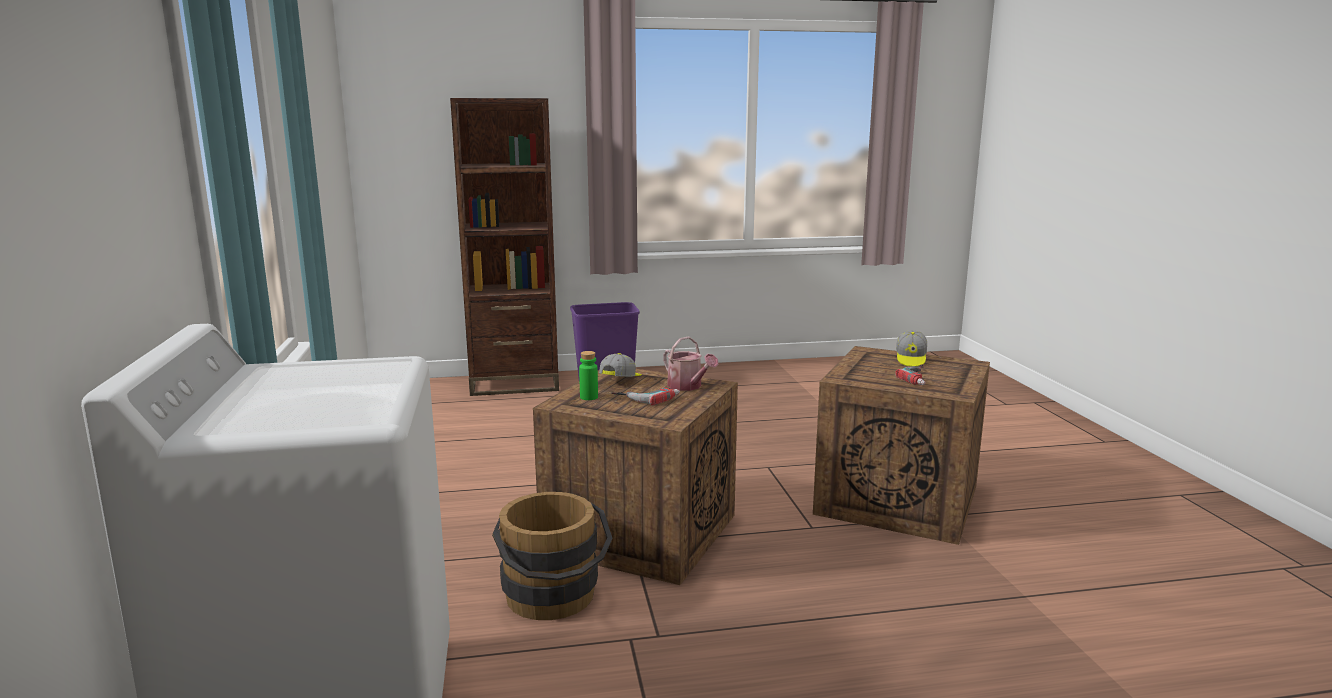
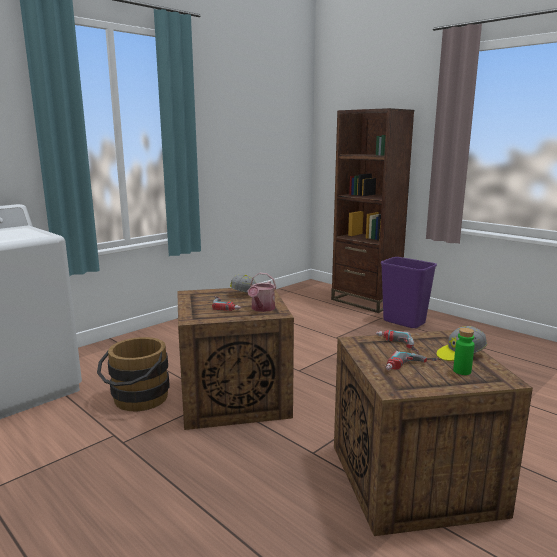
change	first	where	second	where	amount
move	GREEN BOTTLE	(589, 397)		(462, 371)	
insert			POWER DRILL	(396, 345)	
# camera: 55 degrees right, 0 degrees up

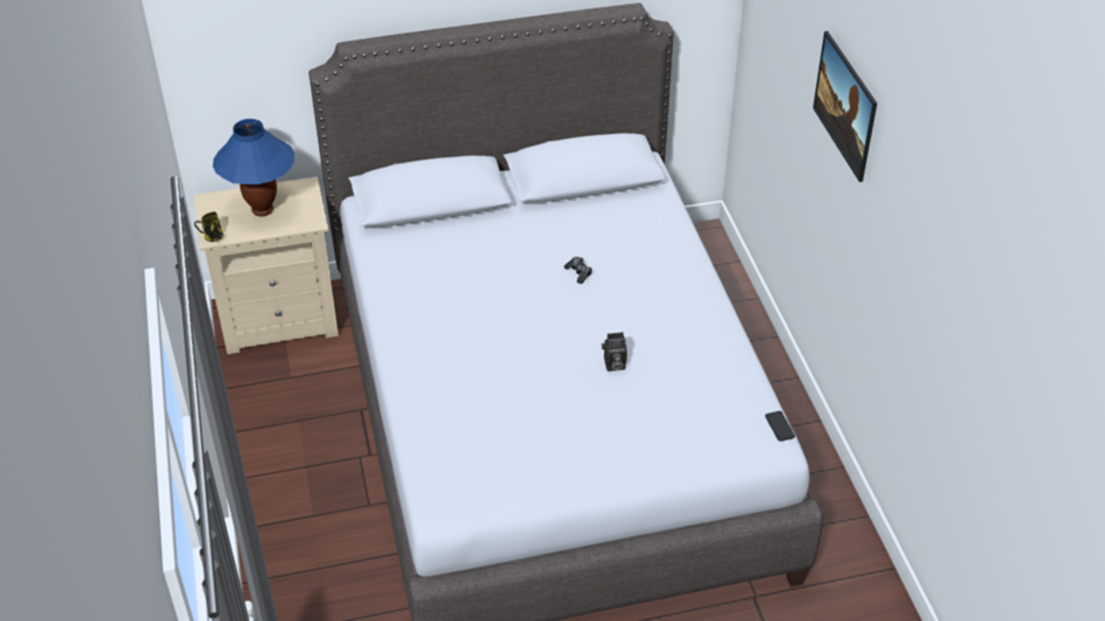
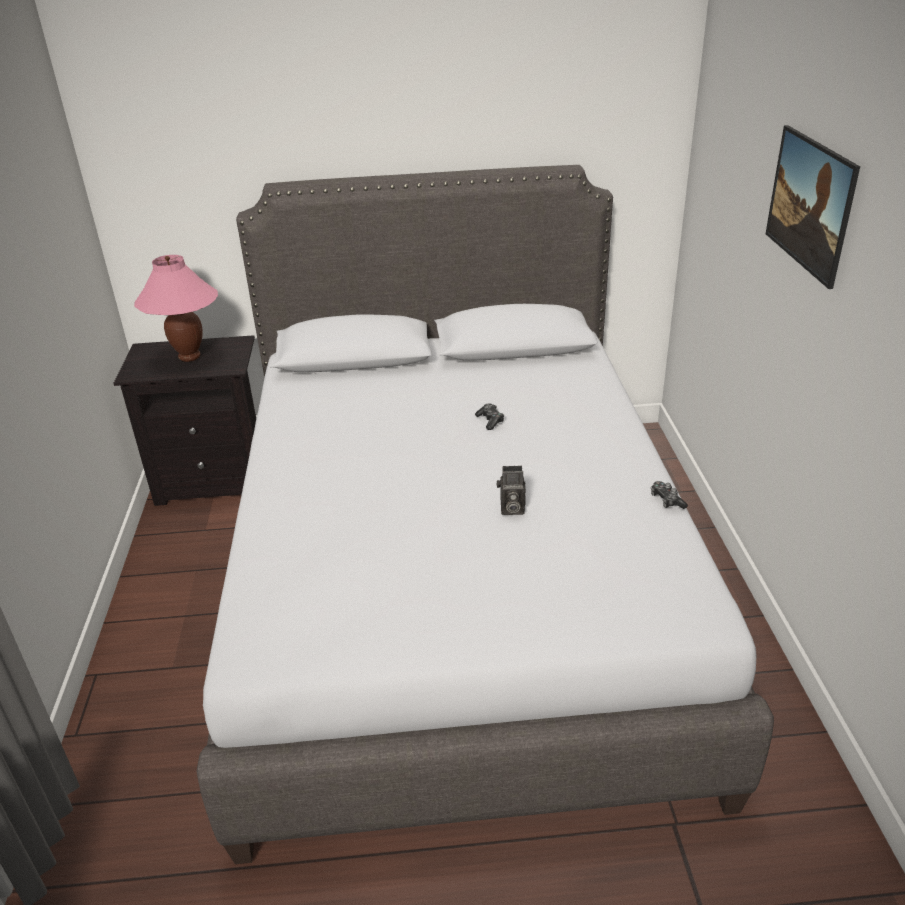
change	first	where	second	where	amount
recolor	BEIGE NIGHTSTAND	(280, 319)	BLACK NIGHTSTAND	(216, 479)	
delete	MUG	(212, 237)			
recolor	BLUE TABLE LAMP	(262, 210)	PINK TABLE LAMP	(189, 357)	
delete	PHONE	(779, 426)			
insert			GAME CONTROLLER	(666, 500)	
# camera: 10 degrees right, 10 degrees down

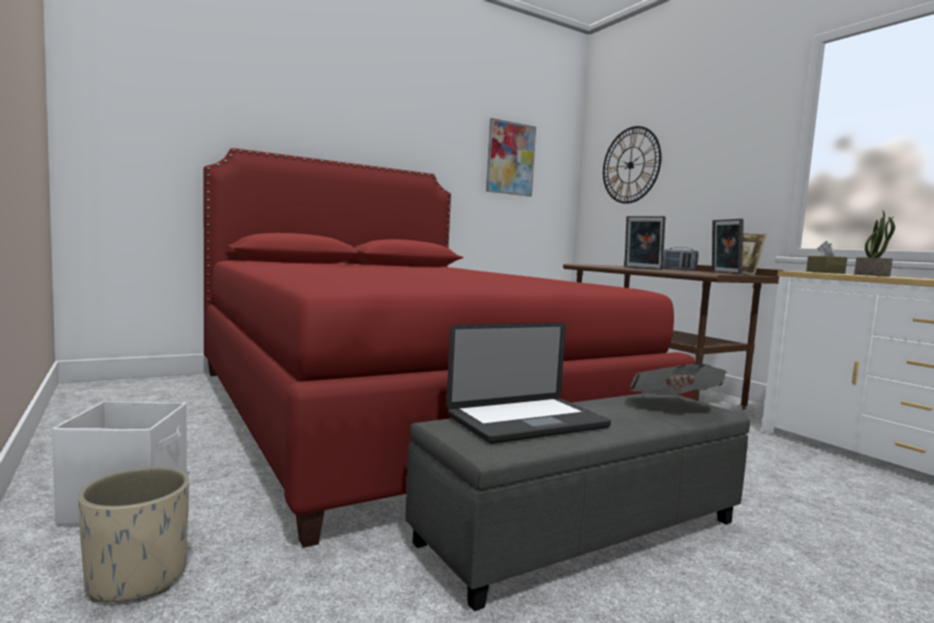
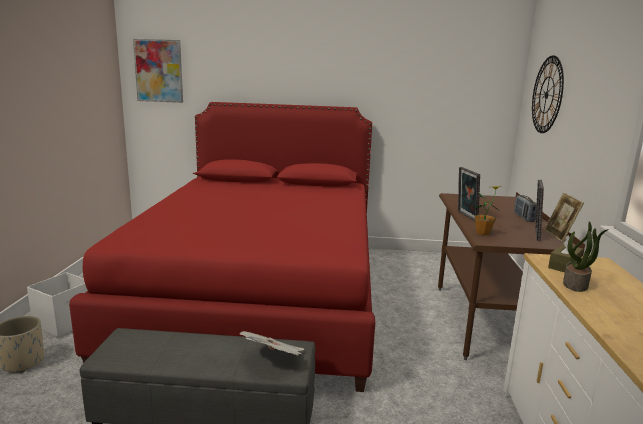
change	first	where	second	where	amount
delete	LAPTOP	(528, 422)			
move	PICTURE	(510, 158)		(159, 71)	
insert			POTTED PLANT	(483, 233)	
# camera: 35 degrees right, 10 degrees up

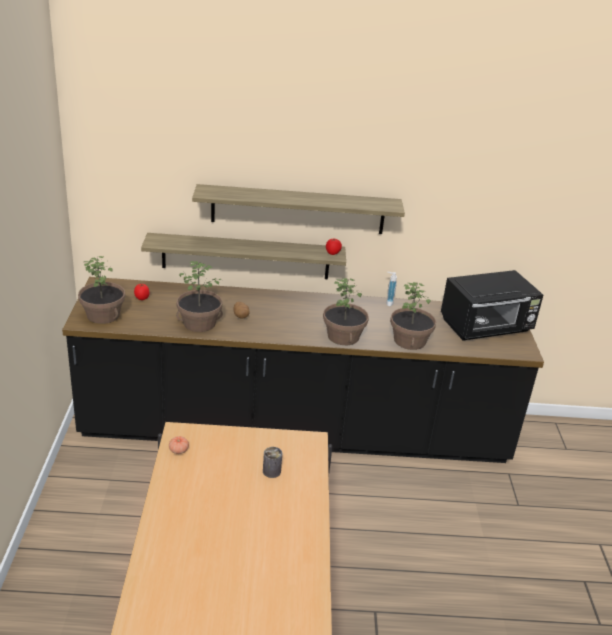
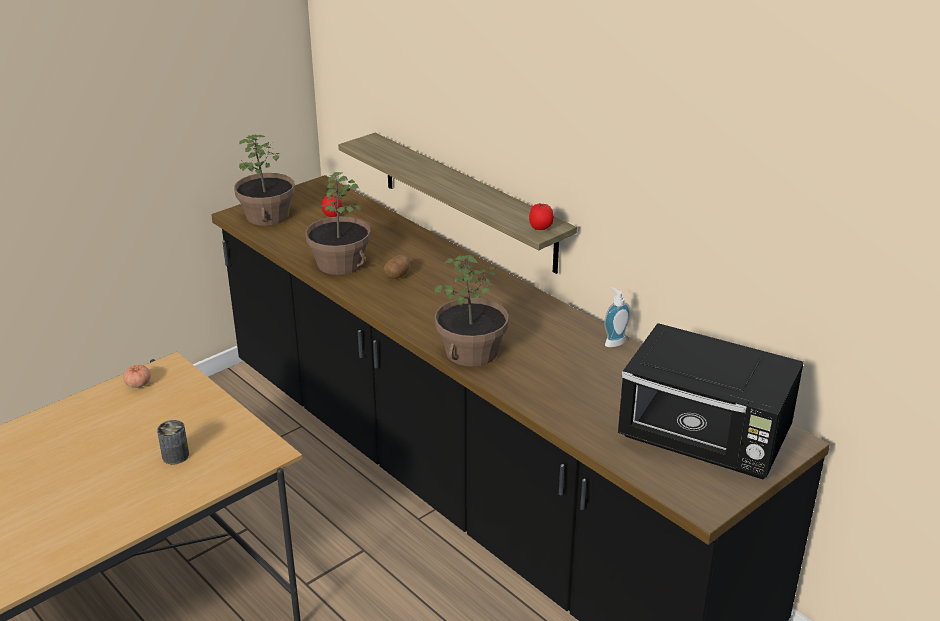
change	first	where	second	where	amount
delete	SHELF	(298, 209)			
delete	POTTED PLANT	(410, 341)			
# camera: 50 degrees right, 0 degrees up

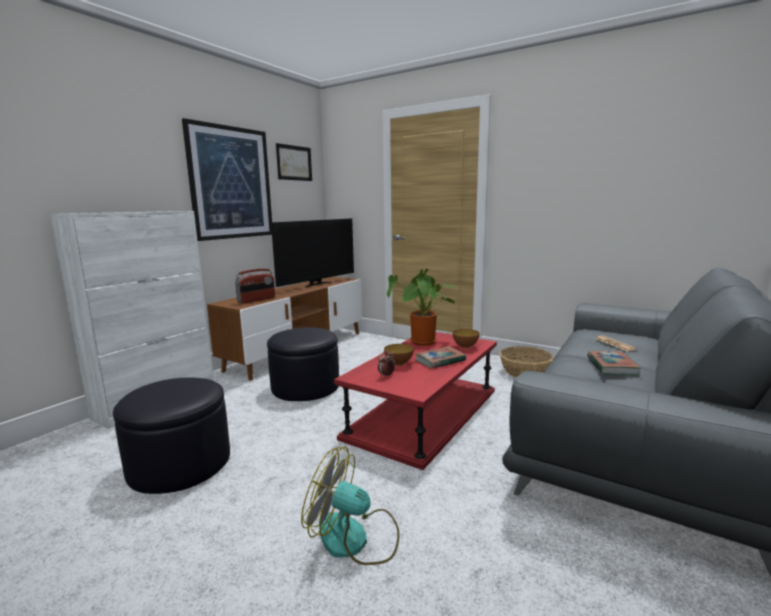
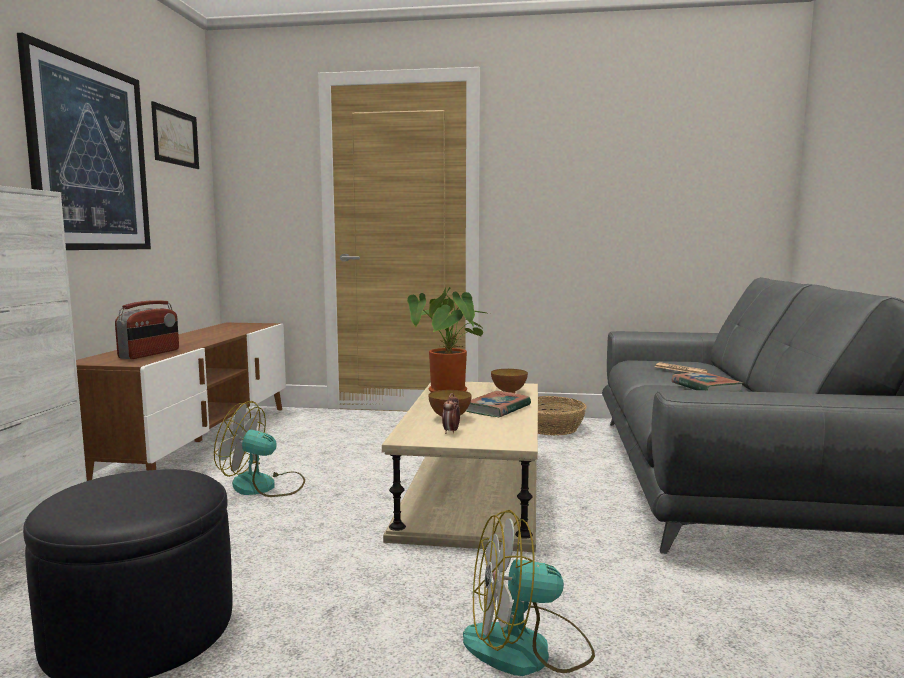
change	first	where	second	where	amount
replace	BLACK OTTOMAN	(305, 387)	FAN	(264, 486)	
delete	TELEVISION	(317, 284)			
recolor	RED COFFEE TABLE	(424, 413)	BEIGE COFFEE TABLE	(473, 490)	
# camera: 25 degrees left, 5 degrees down

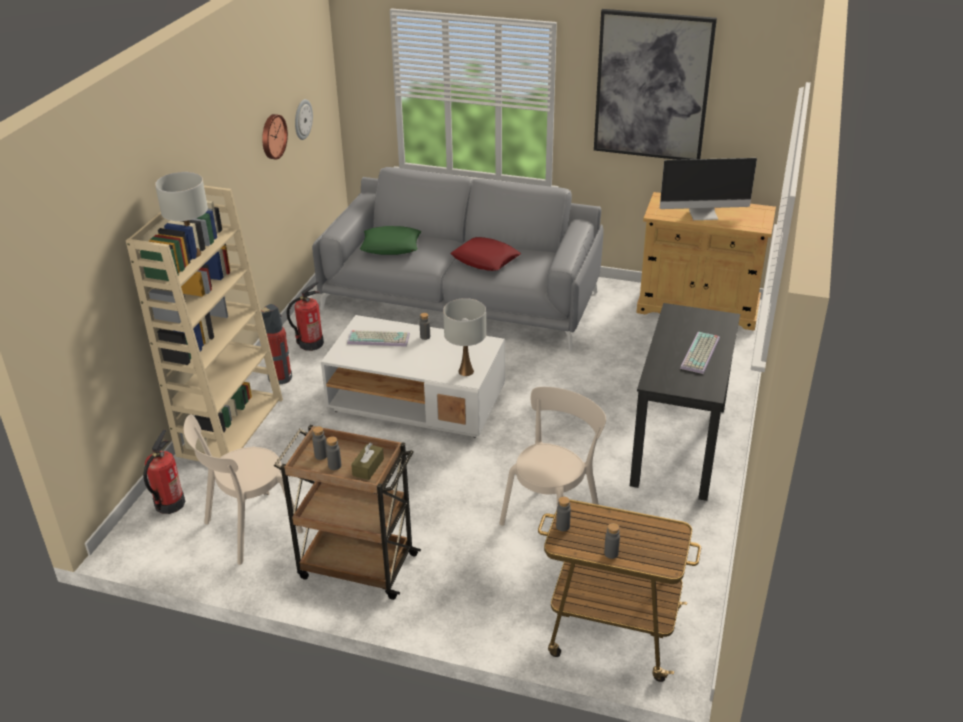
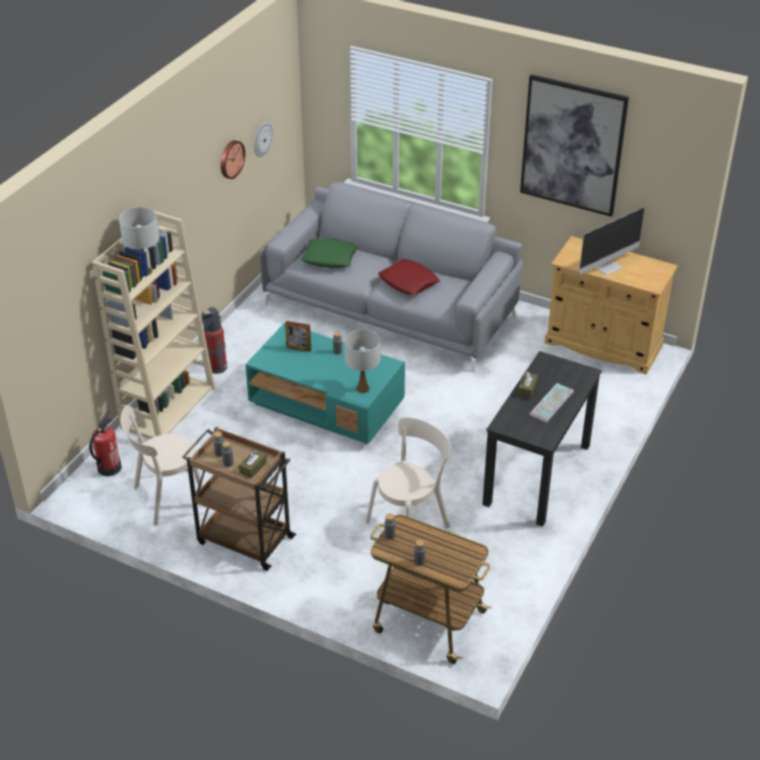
change	first	where	second	where	amount
delete	FIRE EXTINGUISHER	(310, 344)			
recolor	WHITE COFFEE TABLE	(417, 402)	TURQUOISE COFFEE TABLE	(327, 405)	
replace	KEYBOARD	(379, 338)	PICTURE FRAME	(298, 348)	
rotate	MONITOR	(704, 214)		(607, 266)	45 degrees counterclockwise
insert			BROWN TISSUE BOX	(527, 389)	
# camera: 10 degrees right, 5 degrees up

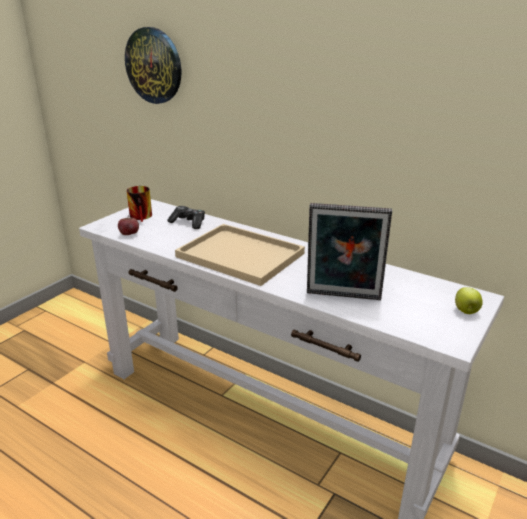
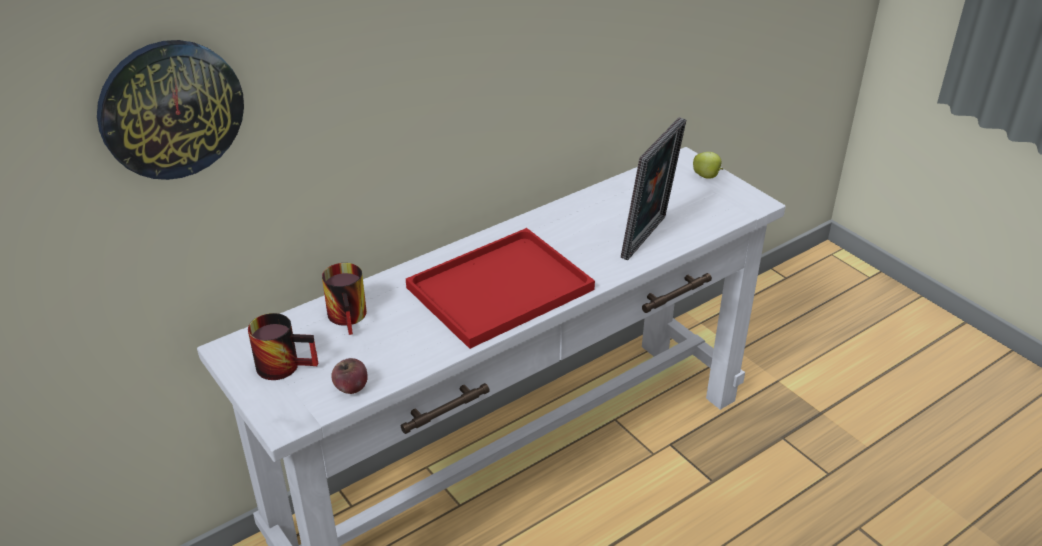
change	first	where	second	where	amount
replace	GAME CONTROLLER	(188, 223)	MUG	(351, 317)	
recolor	BEIGE TRAY	(237, 255)	RED TRAY	(498, 291)	
# camera: 70 degrees left, 10 degrees up

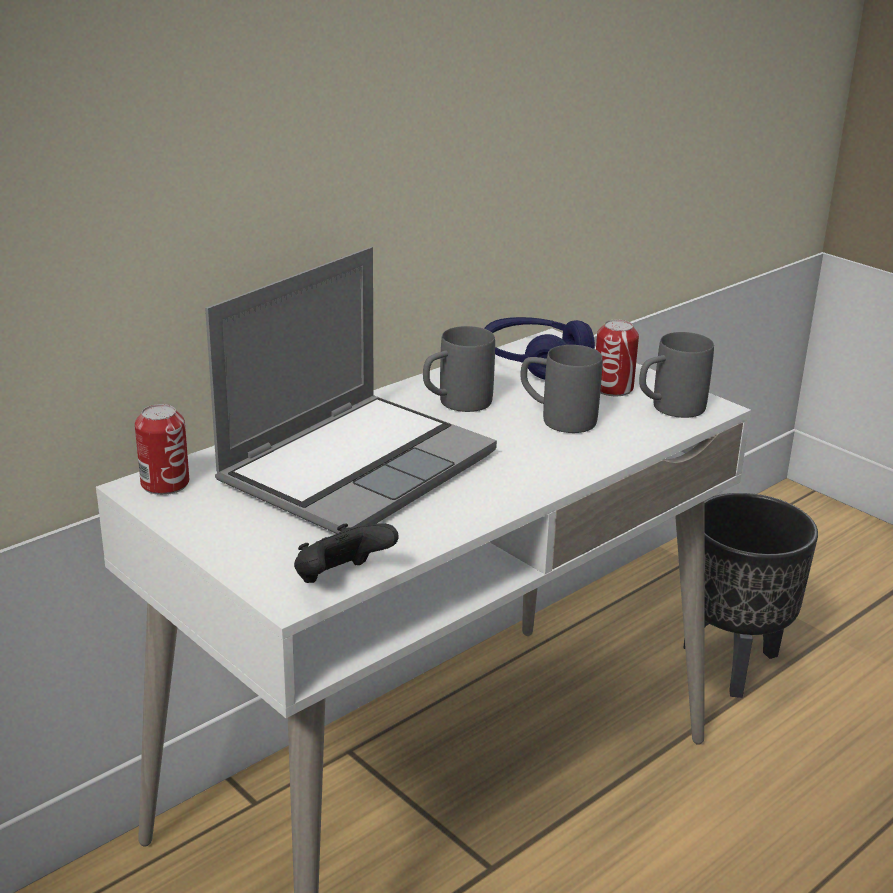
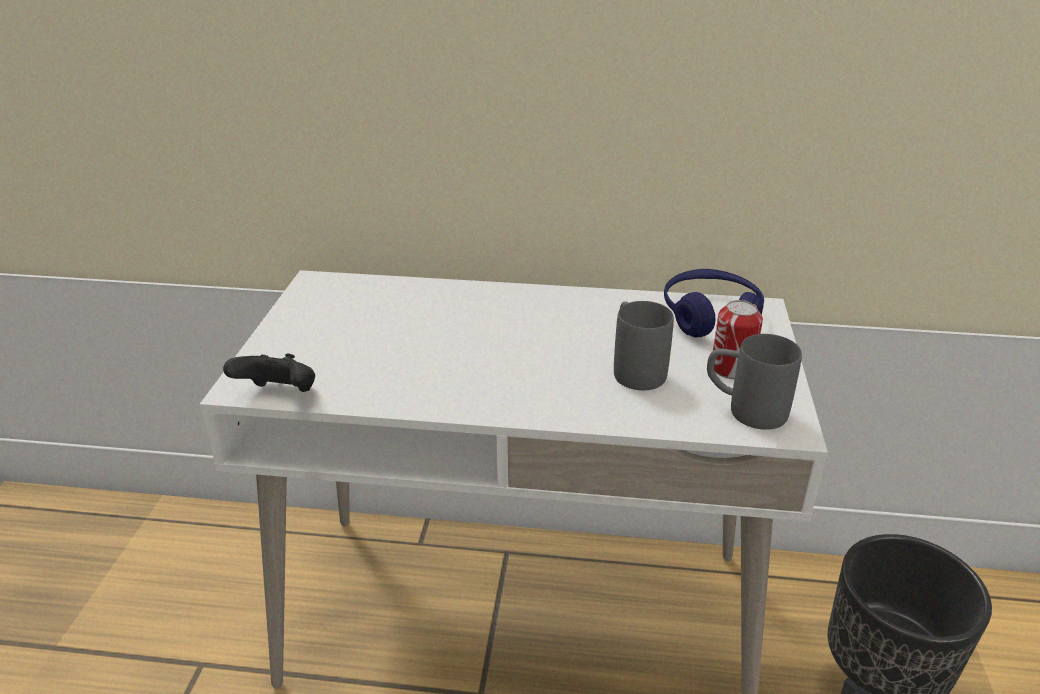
change	first	where	second	where	amount
delete	CAN	(165, 484)			
delete	LAPTOP	(357, 466)			
delete	GREY MUG	(455, 404)			
# camera: 50 degrees right, 5 degrees up

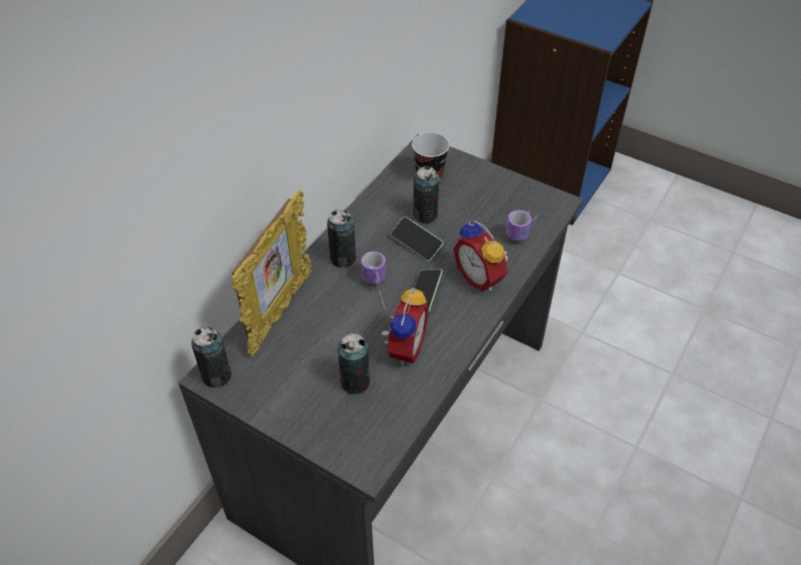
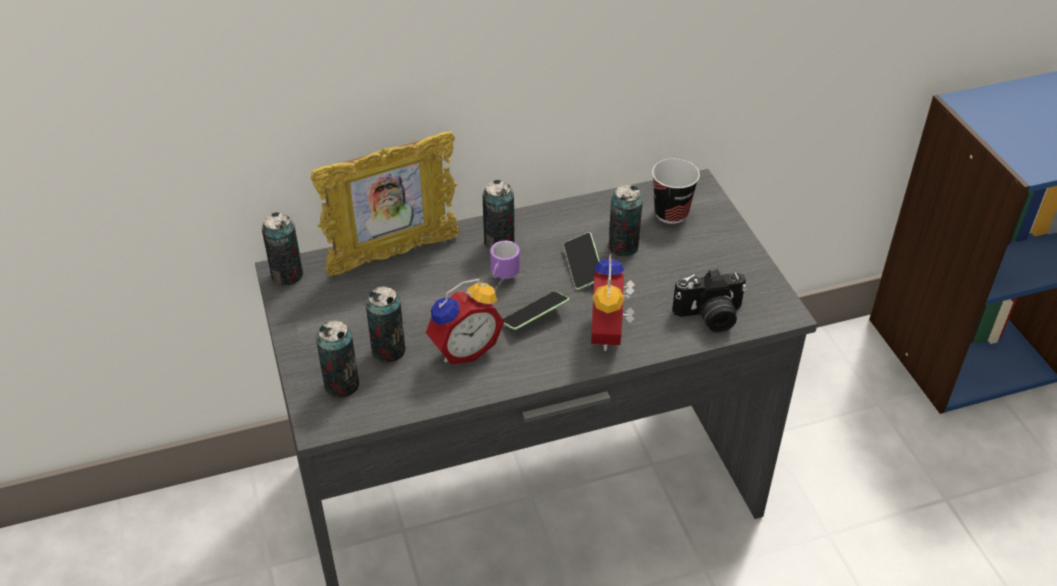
change	first	where	second	where	amount
replace	MUG	(524, 230)	PHOTO CAMERA	(709, 317)	
insert			CAN	(341, 385)	
# camera: 40 degrees right, 5 degrees down

